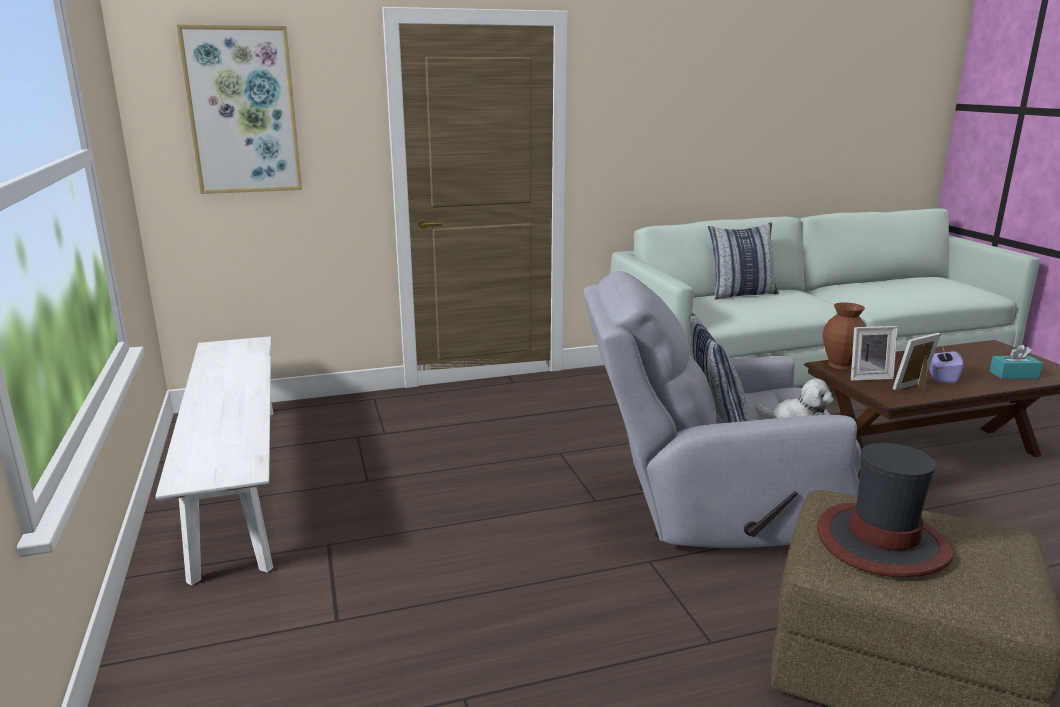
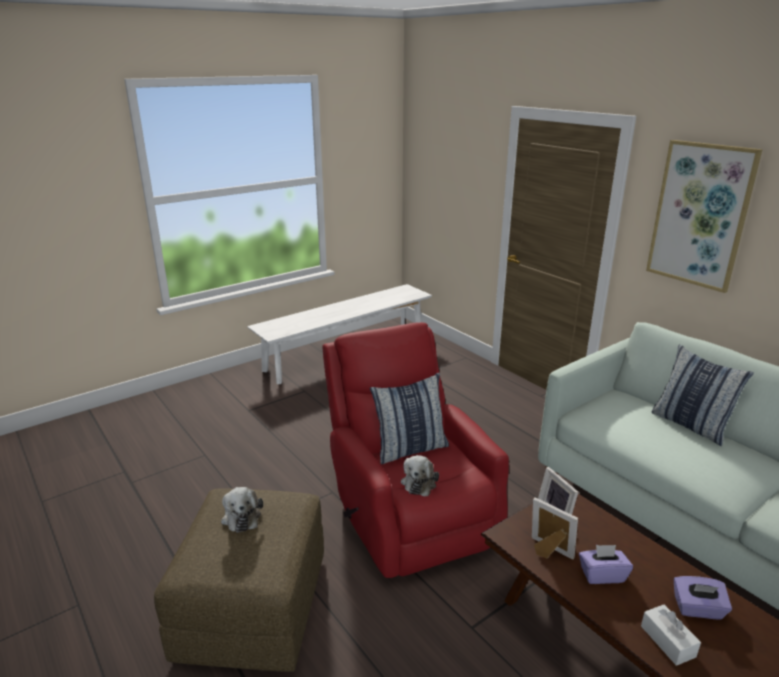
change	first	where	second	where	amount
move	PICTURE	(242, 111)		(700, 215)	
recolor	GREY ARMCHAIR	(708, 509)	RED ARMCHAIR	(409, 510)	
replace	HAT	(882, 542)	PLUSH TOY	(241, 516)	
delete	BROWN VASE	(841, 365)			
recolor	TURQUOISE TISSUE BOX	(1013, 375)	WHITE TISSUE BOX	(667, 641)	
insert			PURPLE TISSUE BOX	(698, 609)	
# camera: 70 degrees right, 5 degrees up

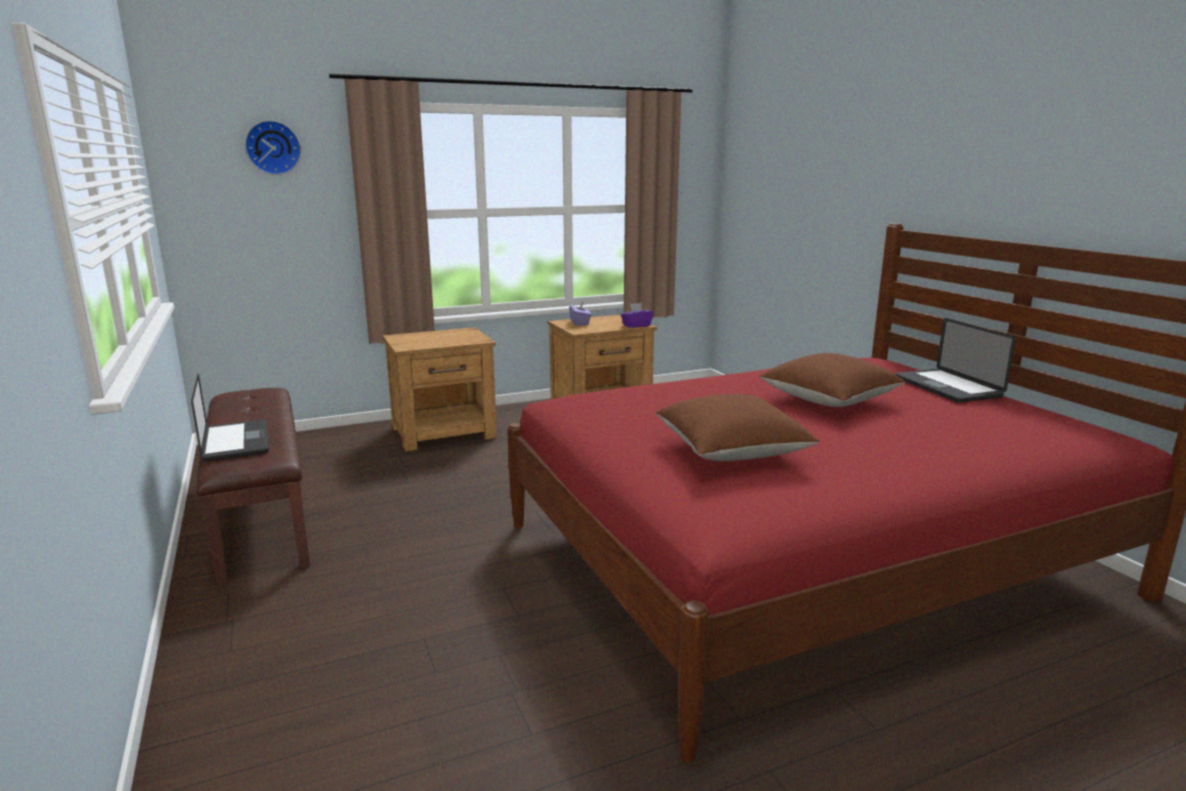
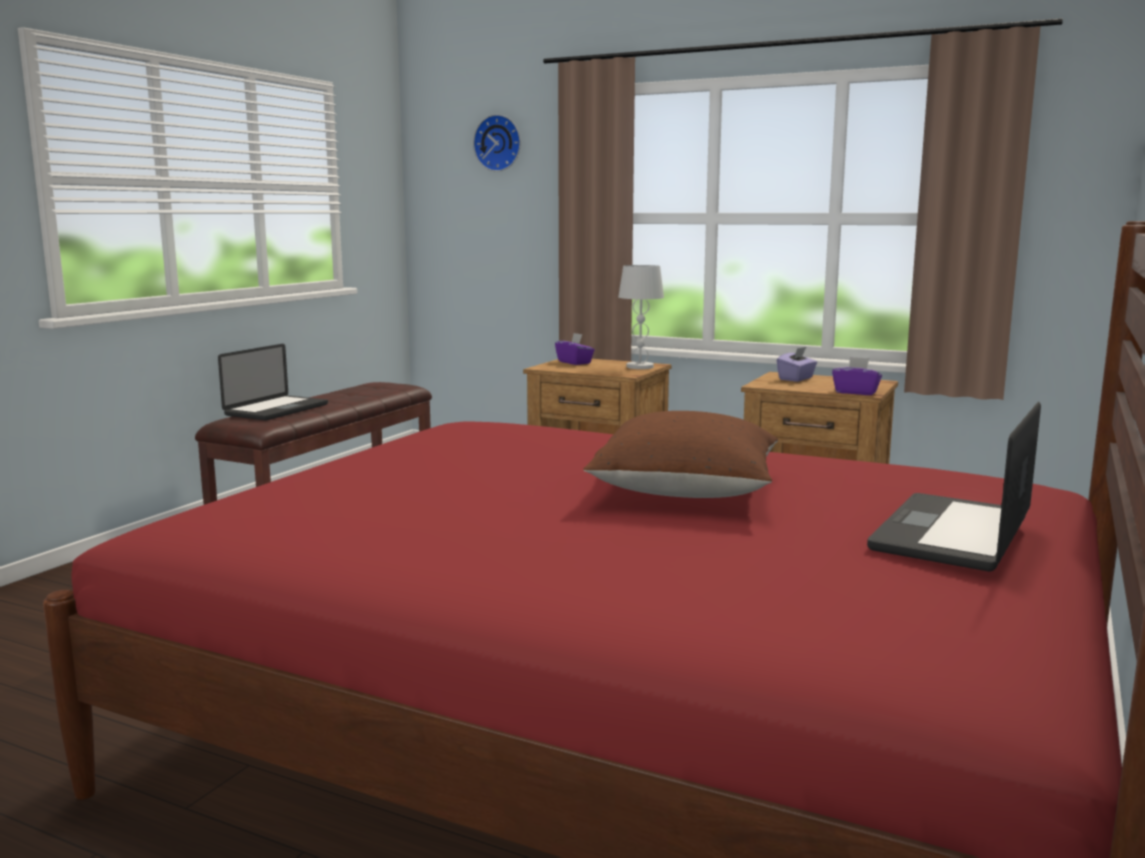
change	first	where	second	where	amount
delete	BROWN PILLOW	(731, 451)			
insert			PURPLE TISSUE BOX	(574, 362)	
insert			WHITE TABLE LAMP	(640, 367)	
# camera: 50 degrees right, 5 degrees down

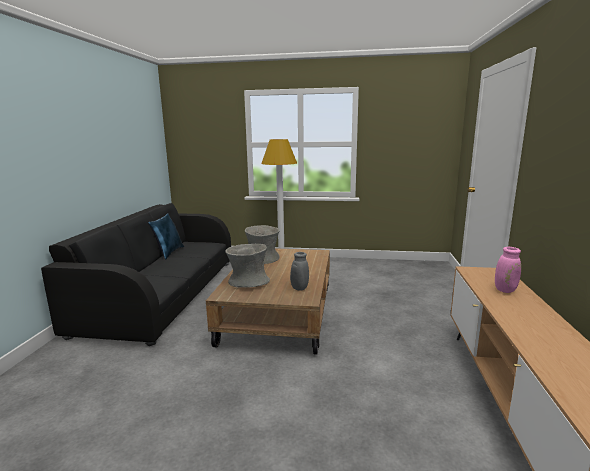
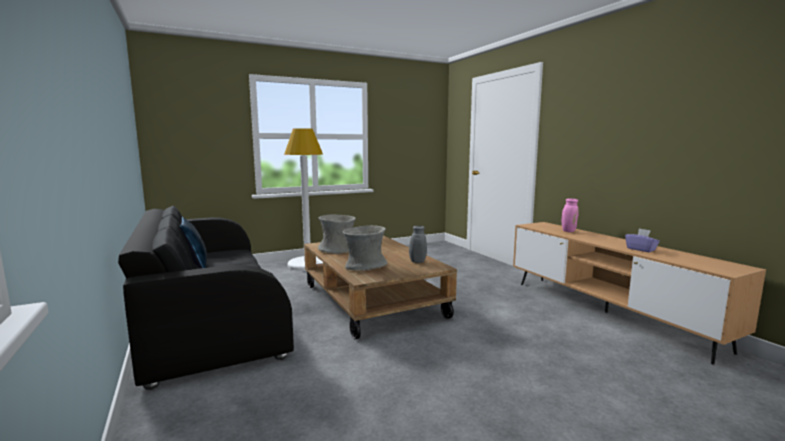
change	first	where	second	where	amount
insert			PURPLE TISSUE BOX	(641, 249)	
# camera: 35 degrees left, 5 degrees down

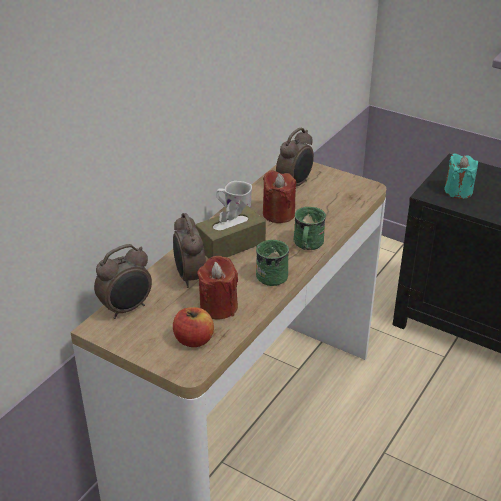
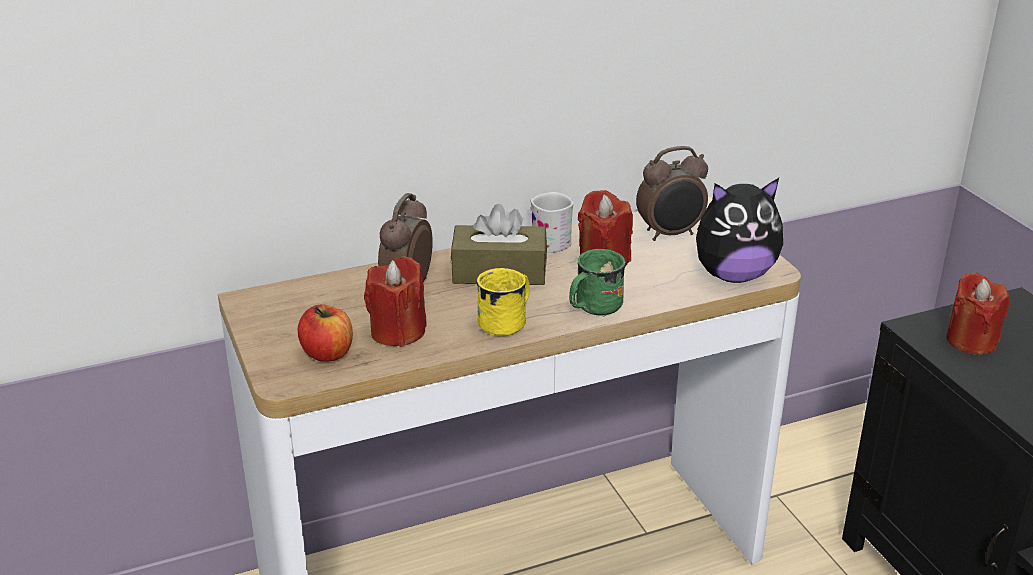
change	first	where	second	where	amount
delete	ALARM CLOCK	(127, 309)			
recolor	GREEN MUG	(272, 274)	YELLOW MUG	(508, 322)	
recolor	TURQUOISE CANDLE	(458, 191)	RED CANDLE	(971, 341)	
insert			PLUSH TOY	(733, 275)	
# camera: 35 degrees right, 5 degrees down

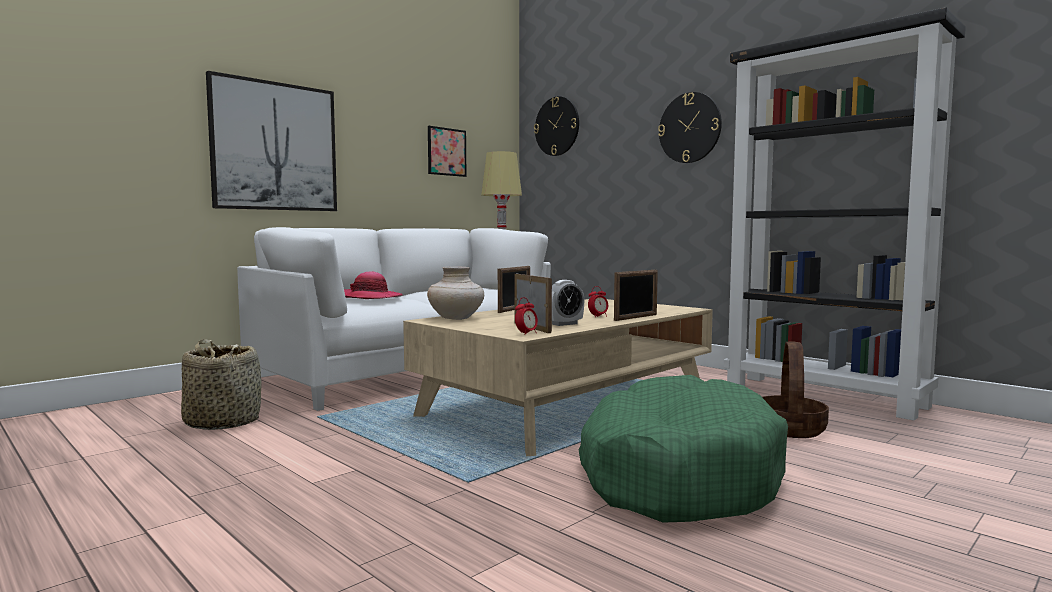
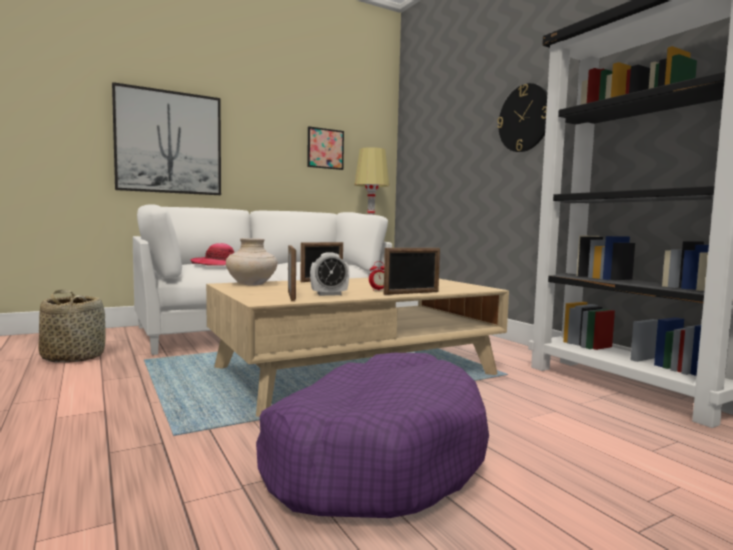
change	first	where	second	where	amount
delete	ALARM CLOCK	(526, 334)			
delete	WALL CLOCK	(557, 126)			
recolor	GREEN DOG BED	(677, 474)	PURPLE DOG BED	(374, 456)	
delete	BASKET	(790, 429)			
# camera: 15 degrees right, 0 degrees up

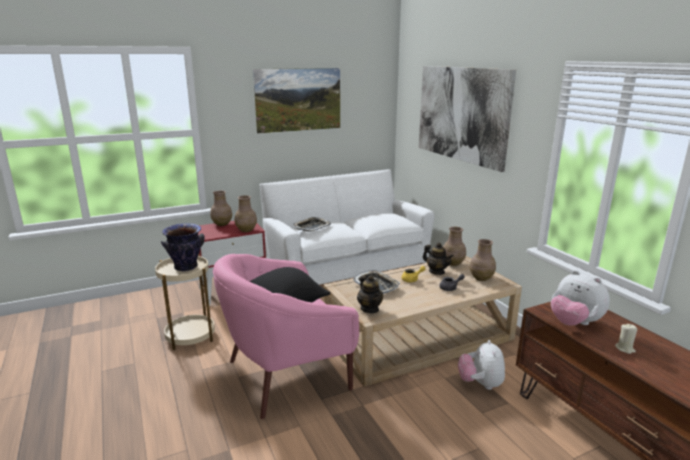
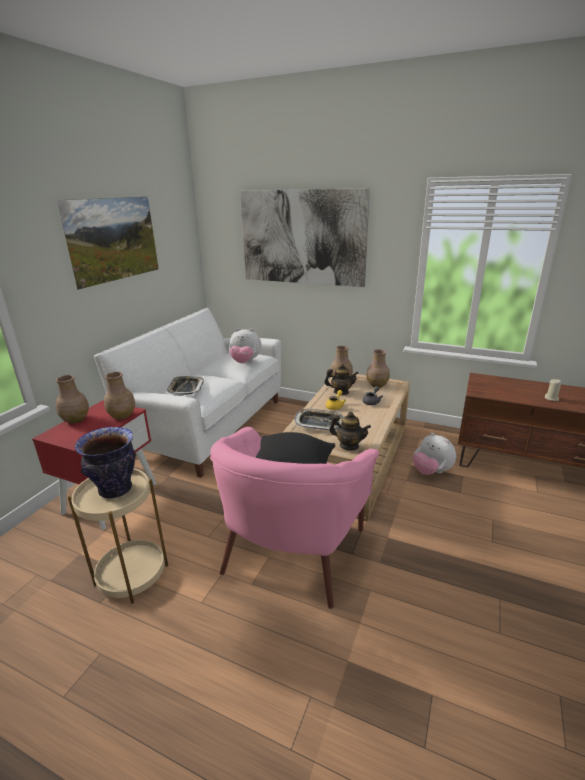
change	first	where	second	where	amount
move	PLUSH TOY	(574, 323)		(245, 362)	
# camera: 40 degrees left, 5 degrees up

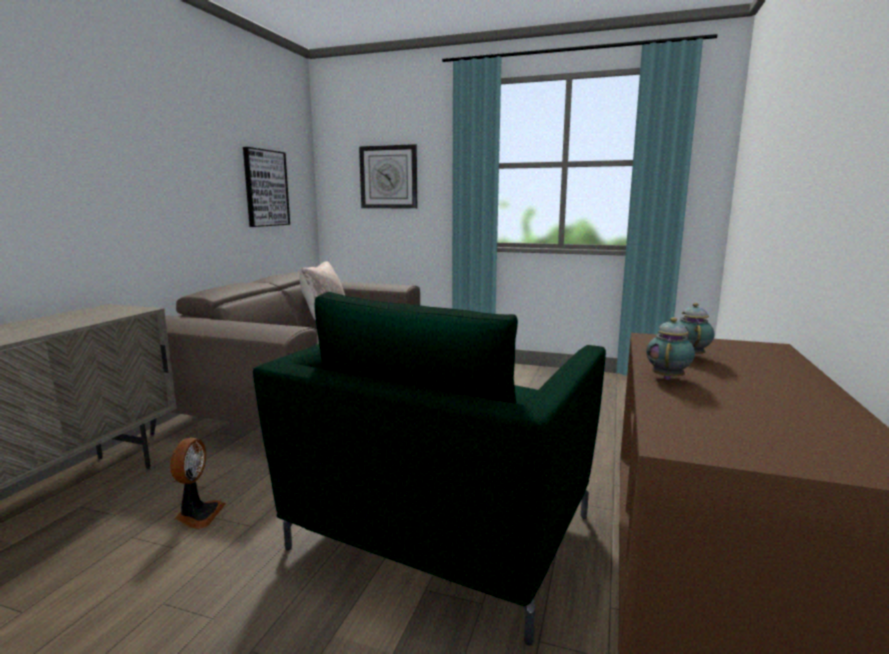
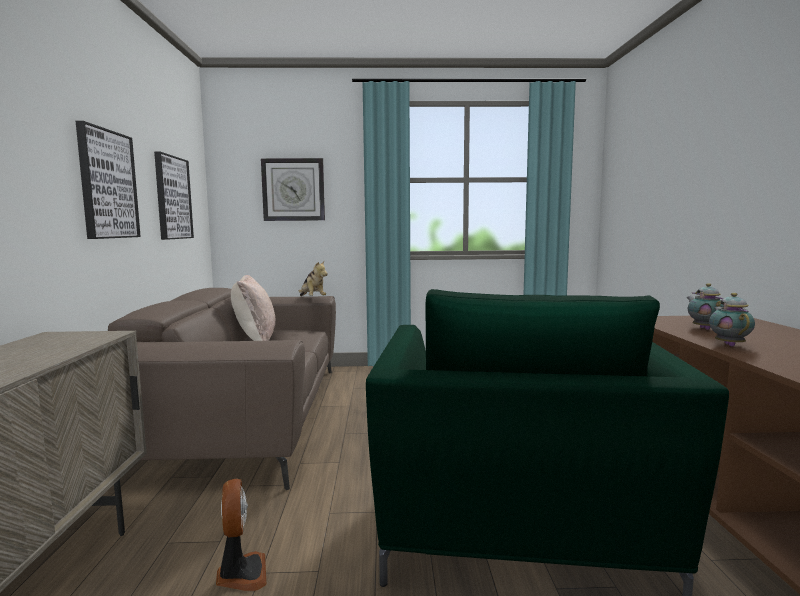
change	first	where	second	where	amount
insert			PICTURE	(107, 184)	
insert			PLUSH TOY	(312, 299)	
# camera: 20 degrees left, 5 degrees down

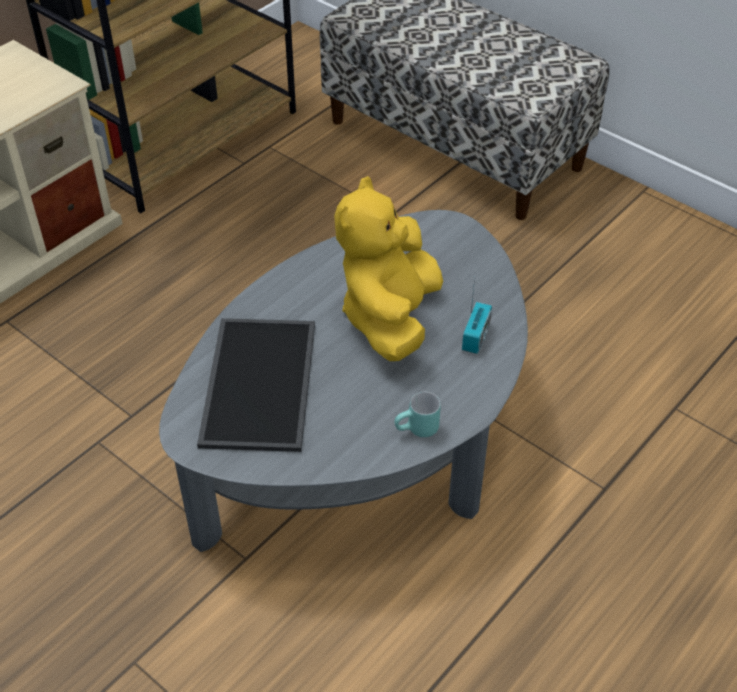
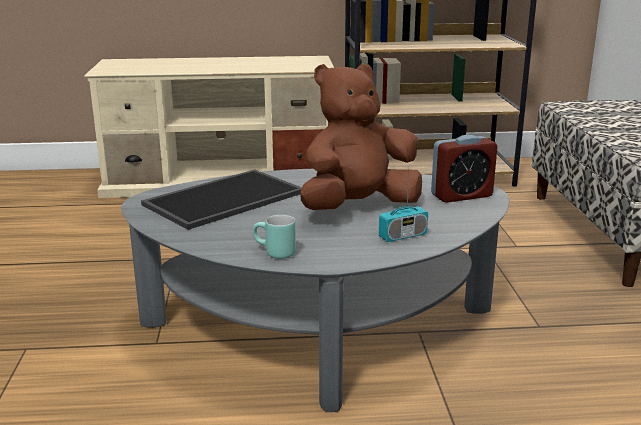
change	first	where	second	where	amount
recolor	YELLOW PLUSH TOY	(390, 317)	BROWN PLUSH TOY	(358, 207)	
insert			ALARM CLOCK	(461, 195)	
# camera: 45 degrees right, 25 degrees down

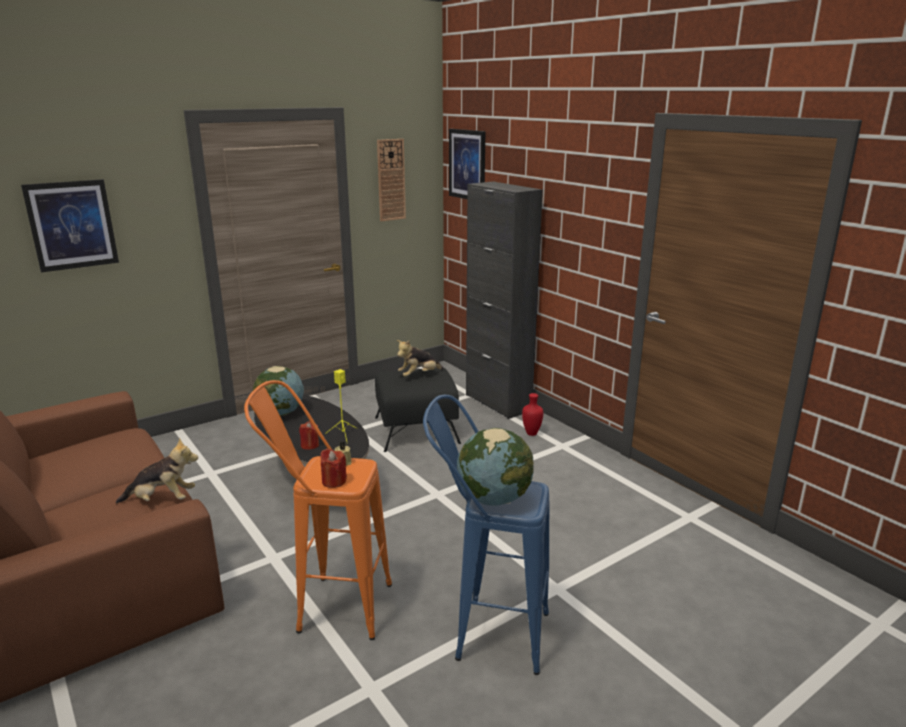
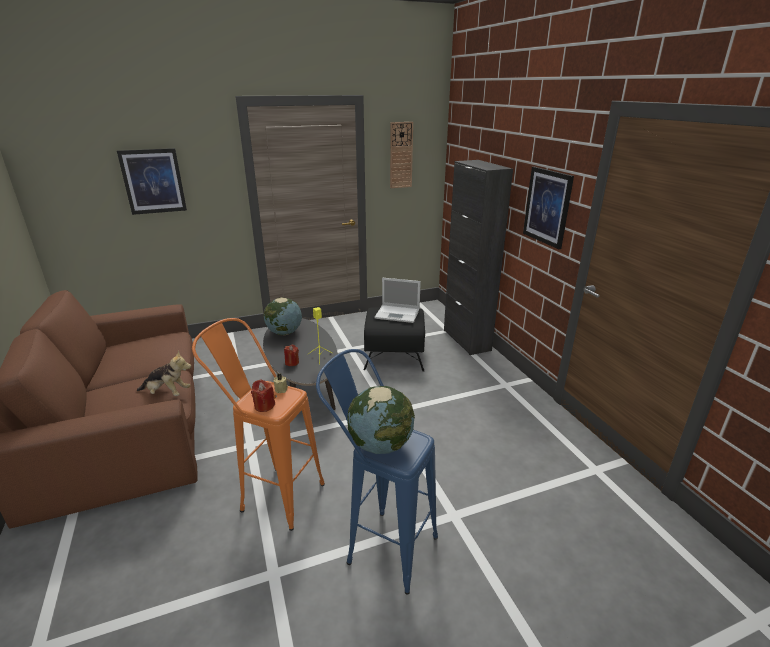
change	first	where	second	where	amount
replace	PLUSH TOY	(419, 375)	LAPTOP	(398, 314)	
move	PICTURE	(467, 164)		(547, 207)	
delete	RED VASE	(532, 433)			
# camera: 15 degrees right, 5 degrees up

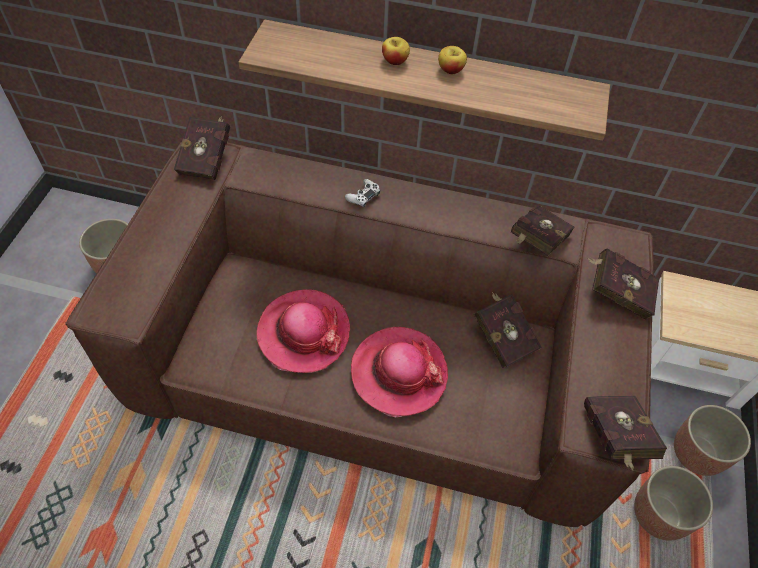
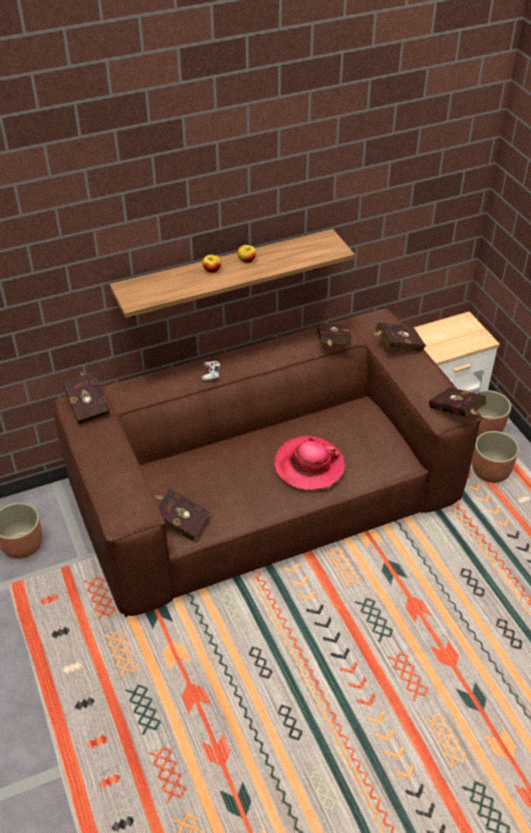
change	first	where	second	where	amount
delete	HAT	(303, 333)			
move	RED BOOK	(503, 337)		(180, 522)	
# camera: 35 degrees left, 10 degrees down

